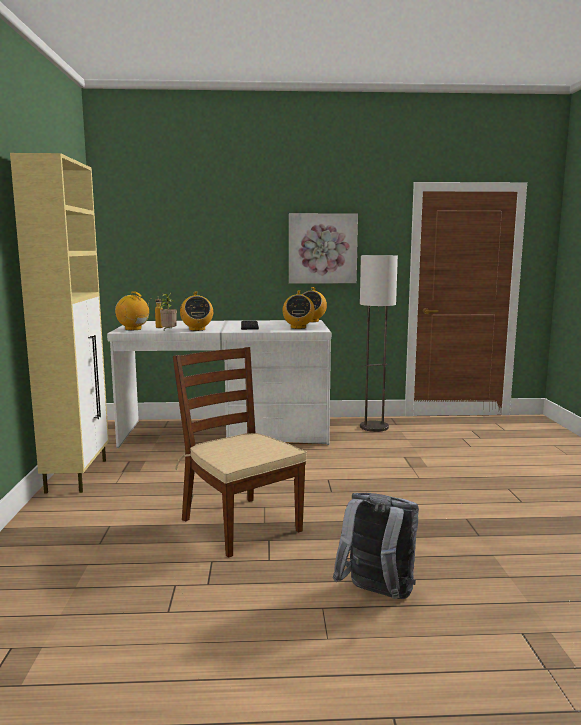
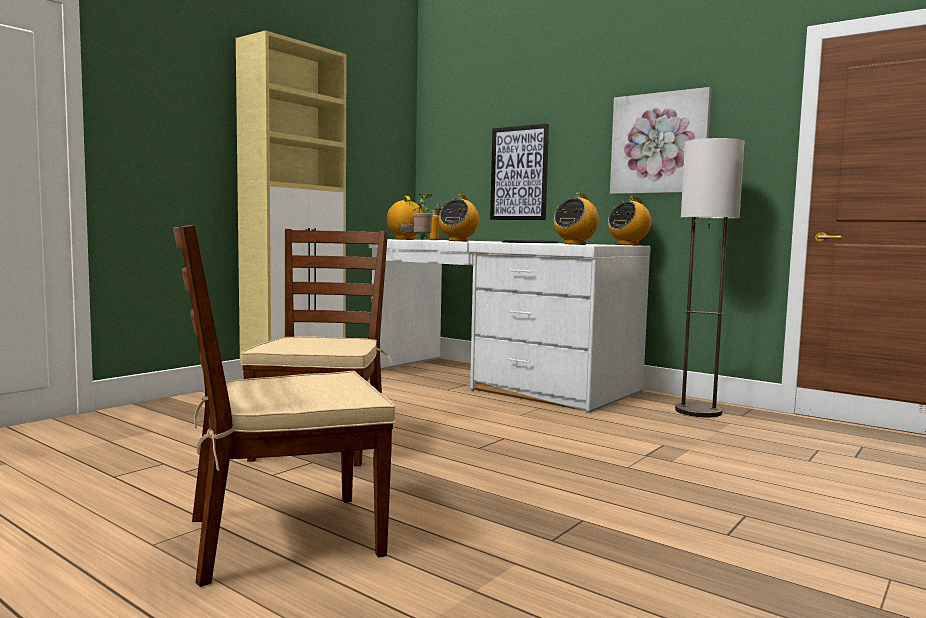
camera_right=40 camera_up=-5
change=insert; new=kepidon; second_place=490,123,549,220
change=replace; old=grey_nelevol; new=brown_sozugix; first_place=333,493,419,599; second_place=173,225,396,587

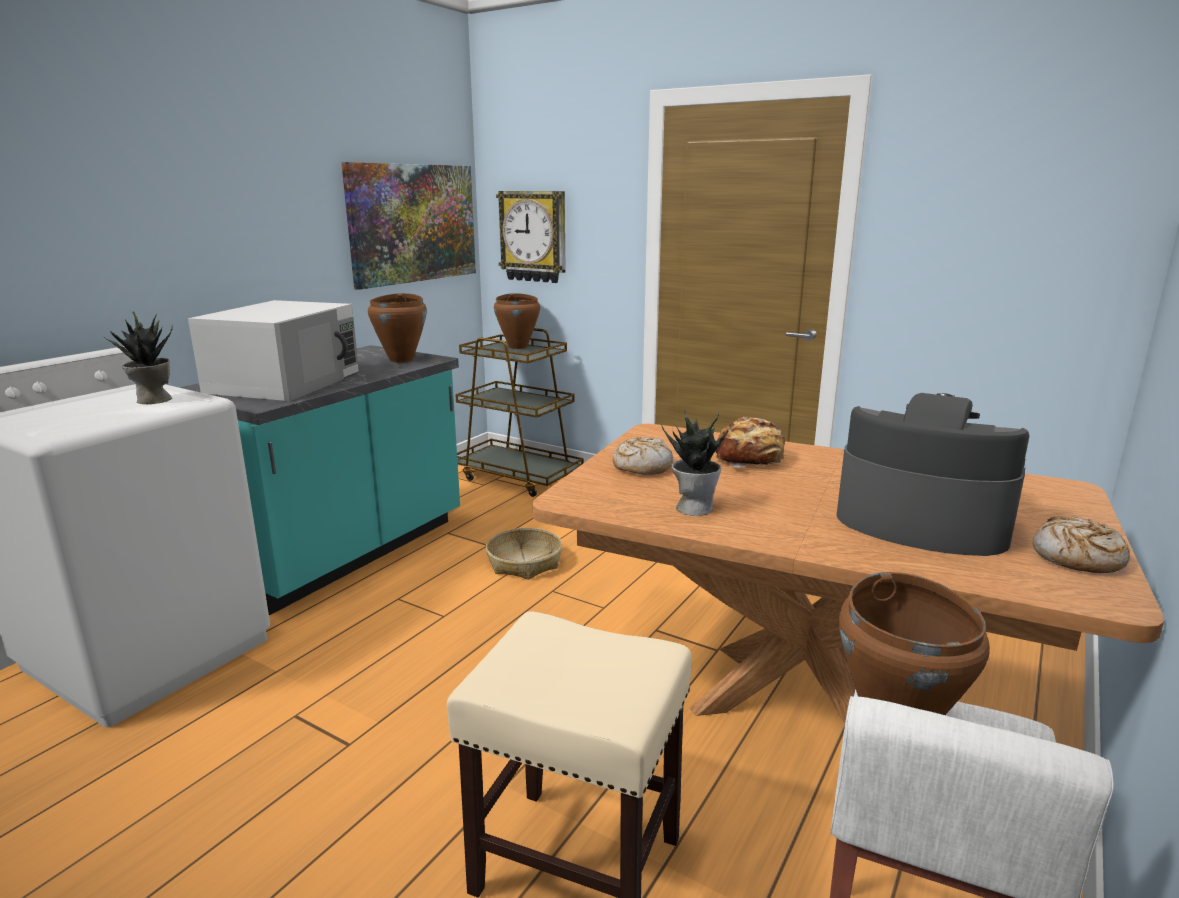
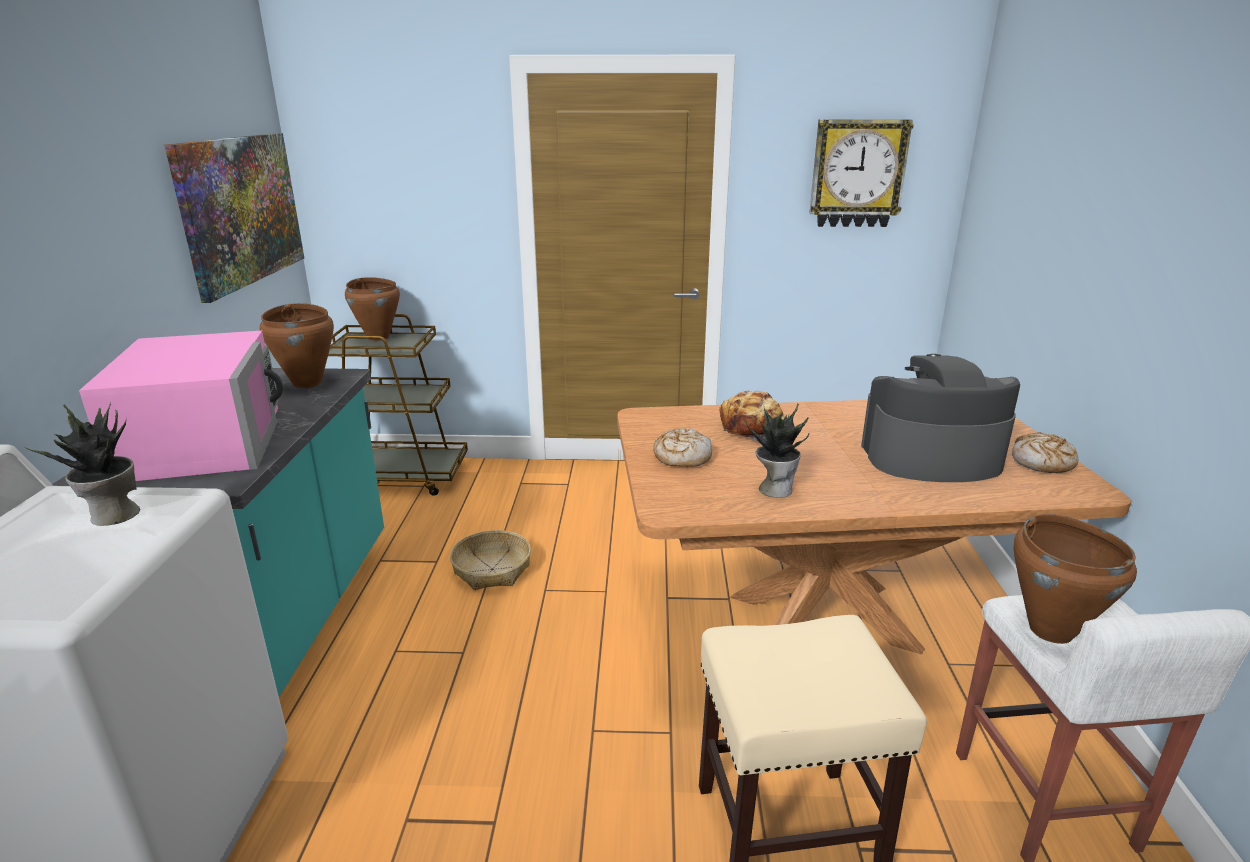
camera_right=-30 camera_up=5
change=move; old=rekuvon; first_place=496,191,566,283; second_place=809,119,914,227
change=recolor; old=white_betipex; new=pink_betipex; first_place=188,300,359,401; second_place=79,331,284,481

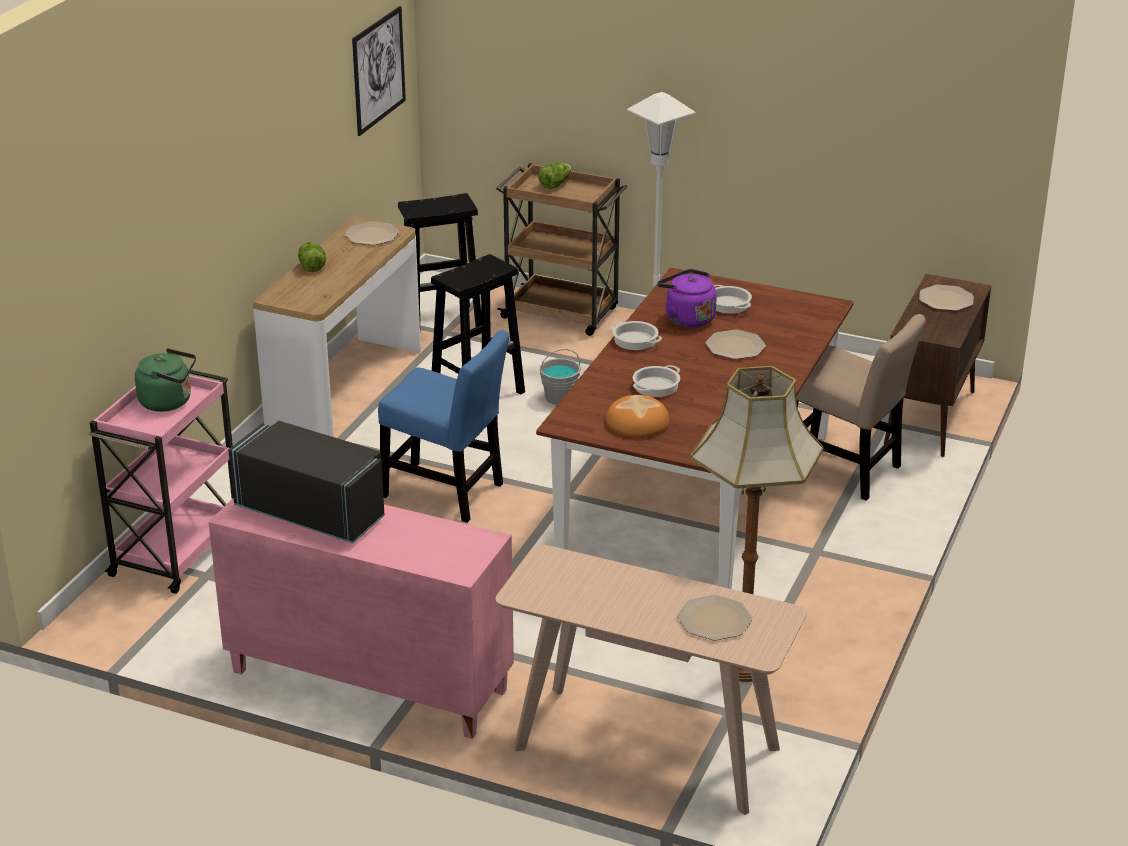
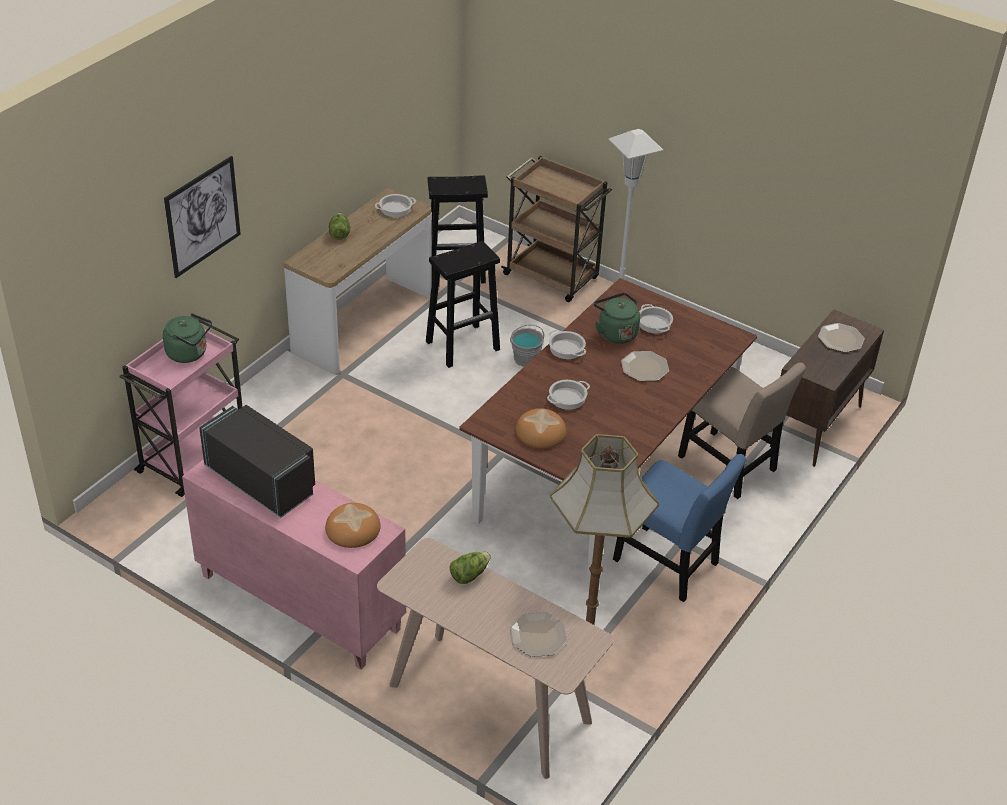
camera_right=10 camera_up=10
change=insert; new=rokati; second_place=325,503,381,548
change=move; old=kepidon; first_place=352,6,406,136; second_place=164,156,241,278
change=move; old=blue_sozugix; first_place=378,330,510,523; second_place=613,454,746,602
change=move; old=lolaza; first_place=538,163,571,189; second_place=450,552,491,584
change=replace; old=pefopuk; new=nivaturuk; first_place=345,221,399,245; second_place=375,194,416,217
change=recolor; old=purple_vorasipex; new=green_vorasipex; first_place=658,269,717,328; second_place=594,293,640,344

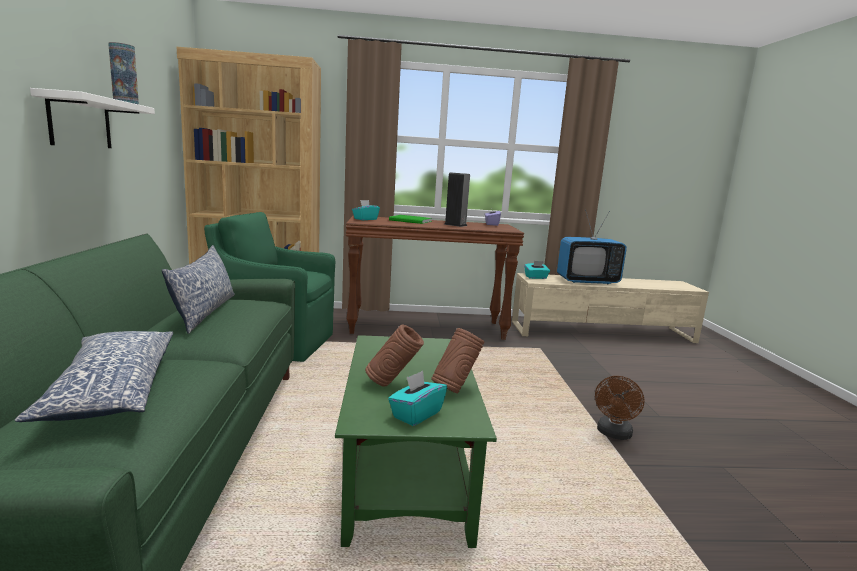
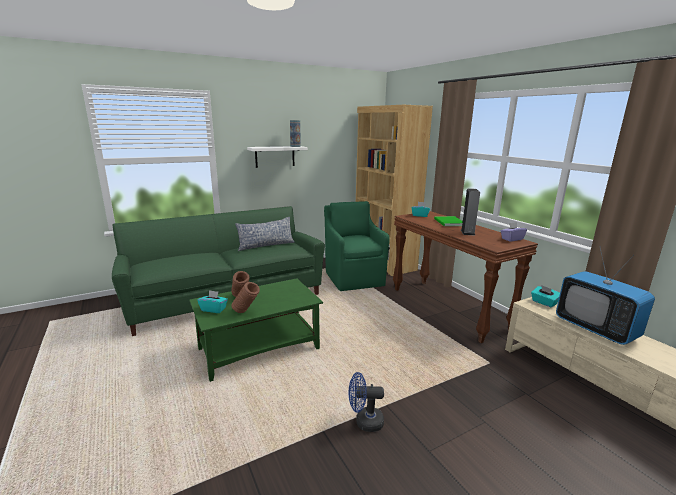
camera_right=65 camera_up=5
change=delete; old=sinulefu; first_place=15,331,173,422
change=recolor; old=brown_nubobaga; new=blue_nubobaga; first_place=595,376,645,440; second_place=349,372,384,432

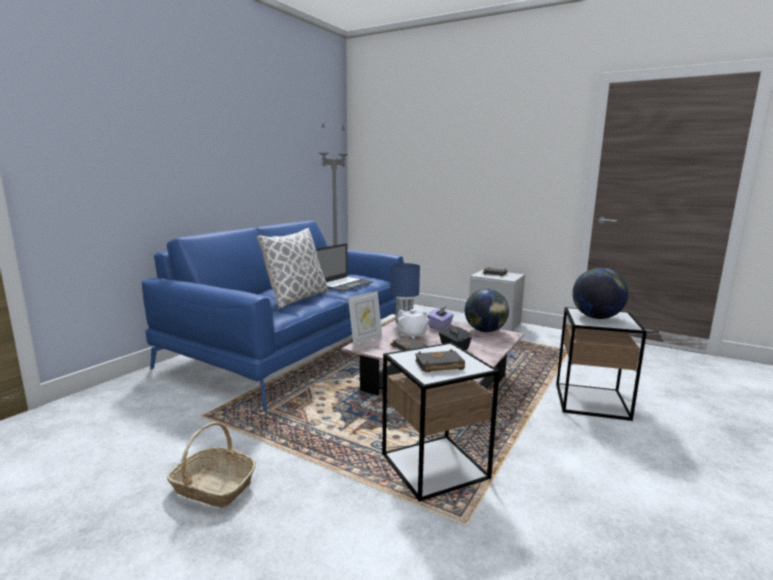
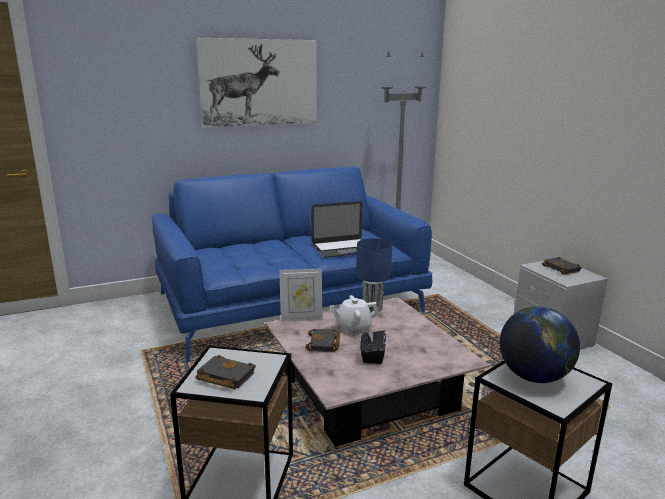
camera_right=35 camera_up=5
change=delete; old=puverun; first_place=167,422,256,508
change=delete; old=sinulefu; first_place=257,228,328,309
change=delete; old=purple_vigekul; first_place=427,306,454,330
change=delete; old=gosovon; first_place=465,289,509,333
change=insert; new=kepidon; second_place=196,38,317,128
change=rotate; old=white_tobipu; first_place=397,309,430,339; second_place=330,295,379,333; degrees=90

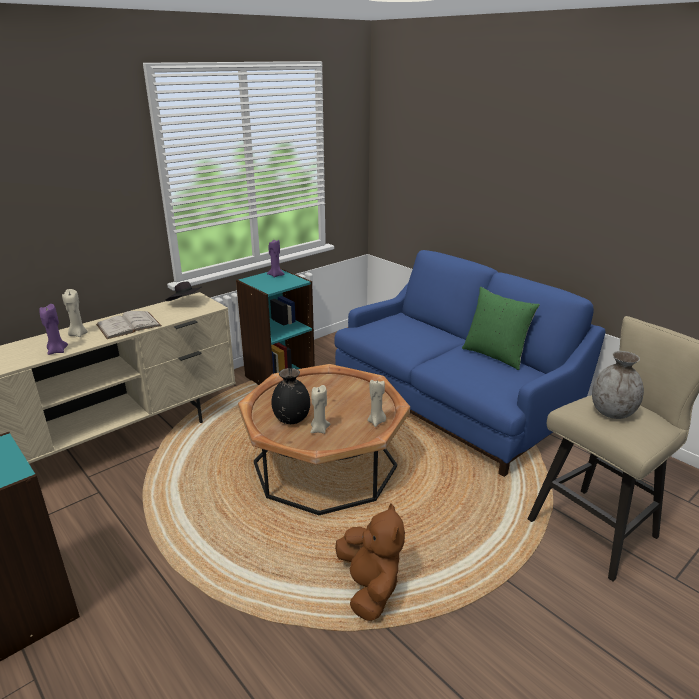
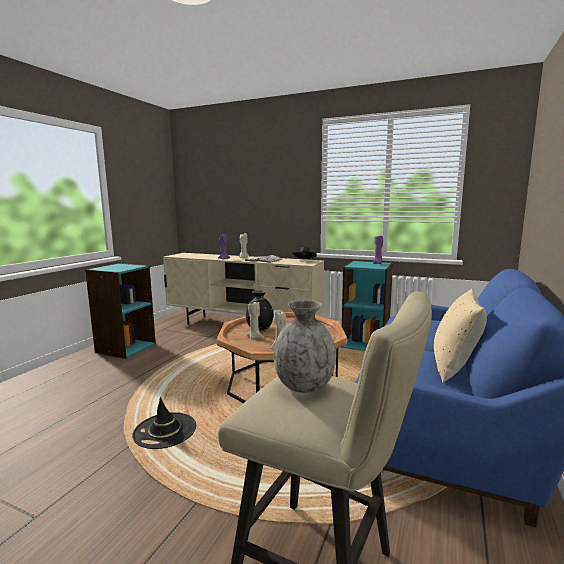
camera_right=65 camera_up=-15
change=replace; old=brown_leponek; new=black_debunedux; first_place=335,503,405,621; second_place=132,397,196,449
change=recolor; old=green_sinulefu; new=beige_sinulefu; first_place=462,287,540,370; second_place=434,289,487,383

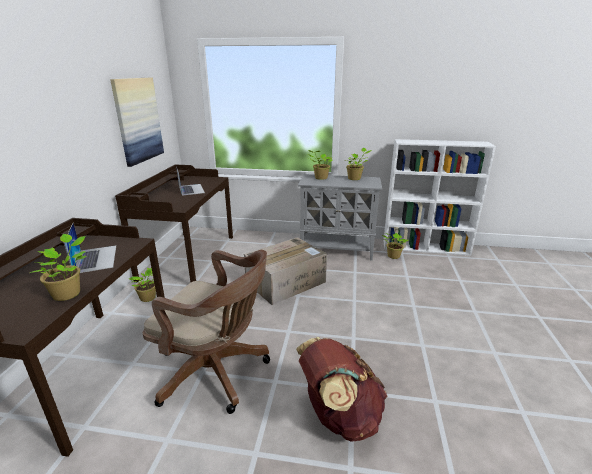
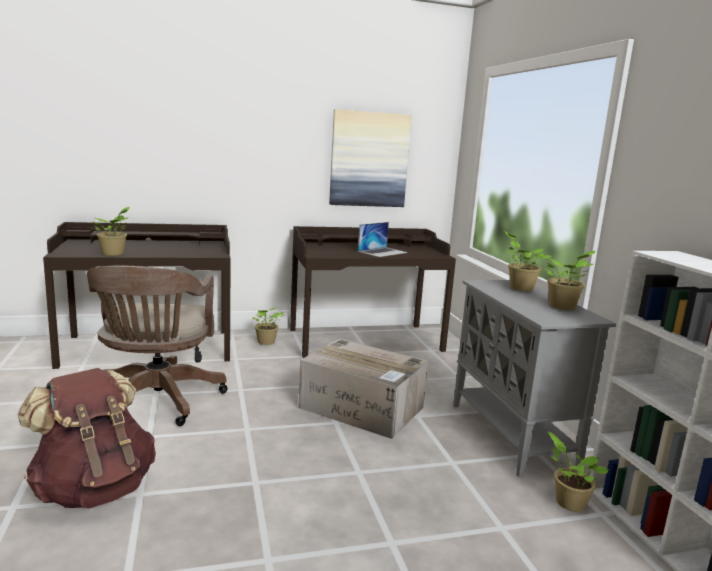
camera_right=65 camera_up=-10
change=delete; old=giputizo; first_place=64,223,116,273

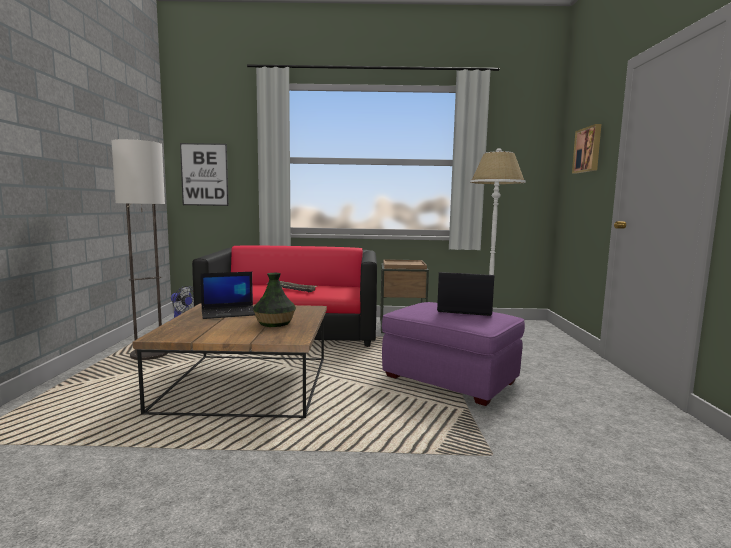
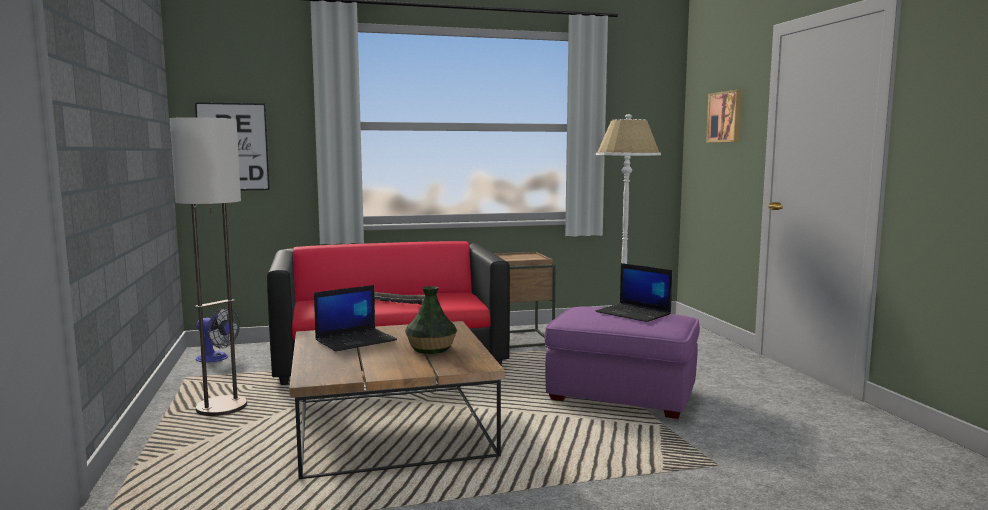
camera_right=-15 camera_up=0
change=rotate; old=giputizo; first_place=437,272,494,316; second_place=595,263,672,322; degrees=-135

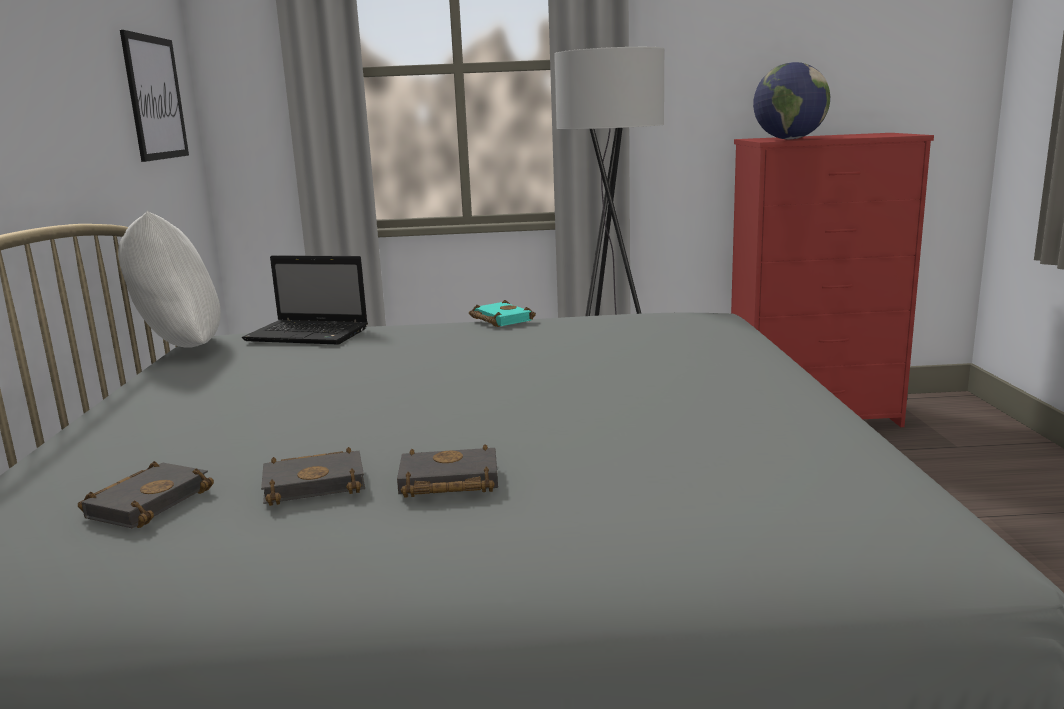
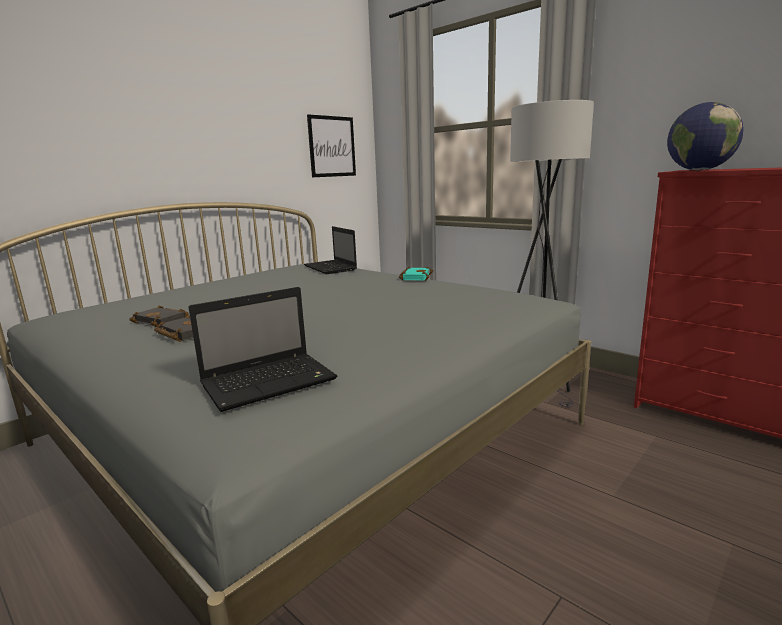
camera_right=45 camera_up=0
change=delete; old=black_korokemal; first_place=78,461,214,528
change=delete; old=white_sinulefu; first_place=118,211,221,348
change=insert; new=giputizo; second_place=189,287,337,412

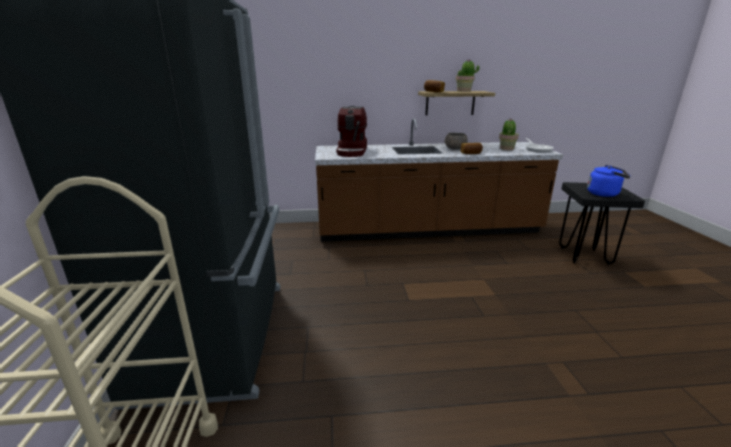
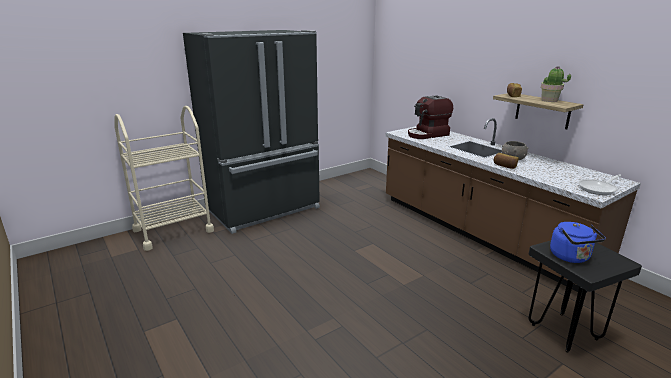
camera_right=60 camera_up=0
change=delete; old=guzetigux; first_place=499,118,519,150

